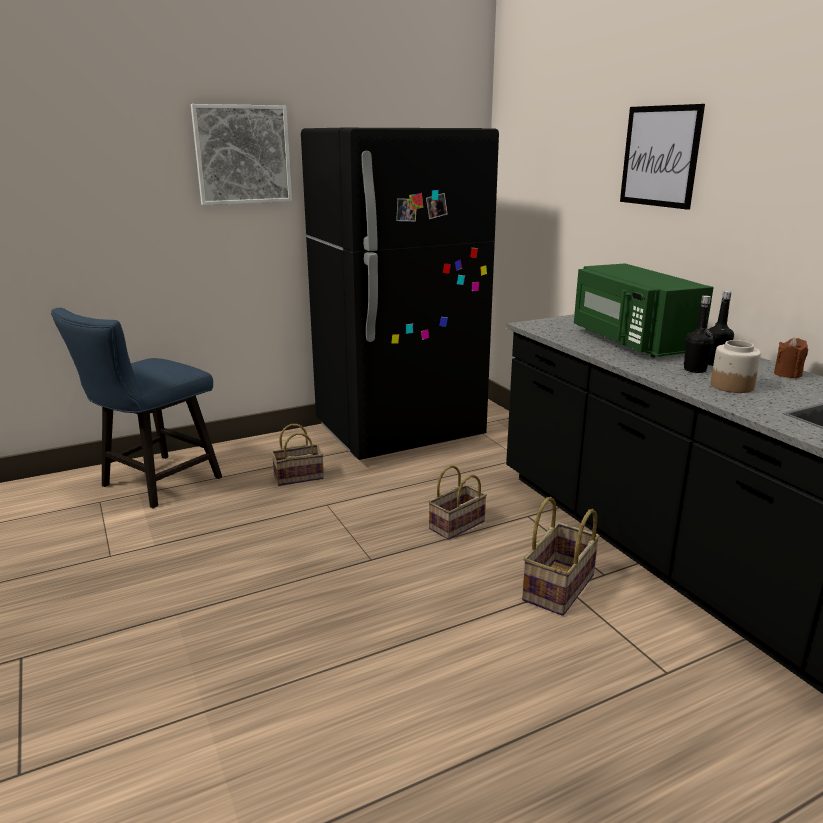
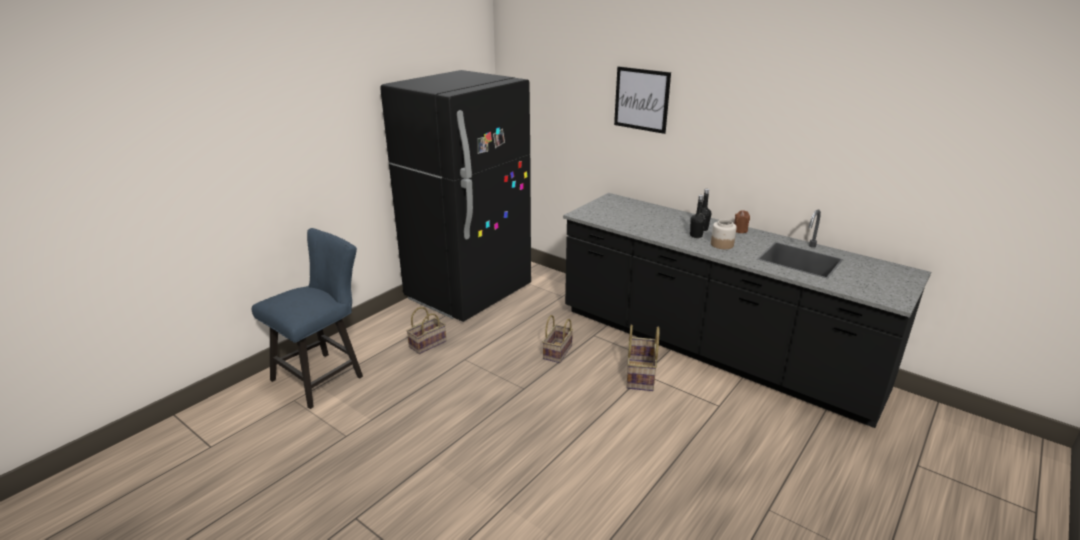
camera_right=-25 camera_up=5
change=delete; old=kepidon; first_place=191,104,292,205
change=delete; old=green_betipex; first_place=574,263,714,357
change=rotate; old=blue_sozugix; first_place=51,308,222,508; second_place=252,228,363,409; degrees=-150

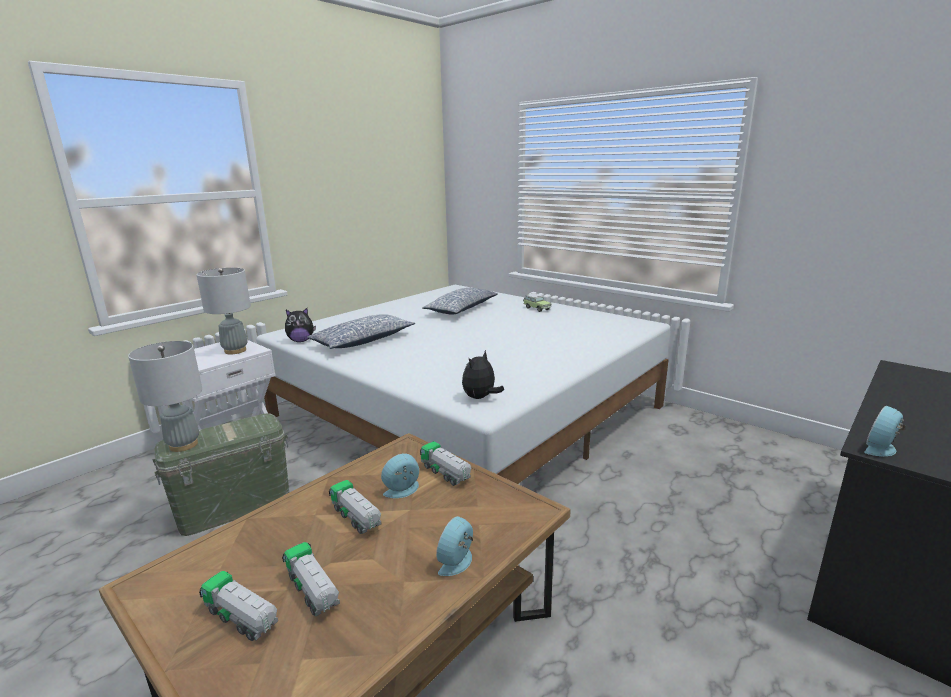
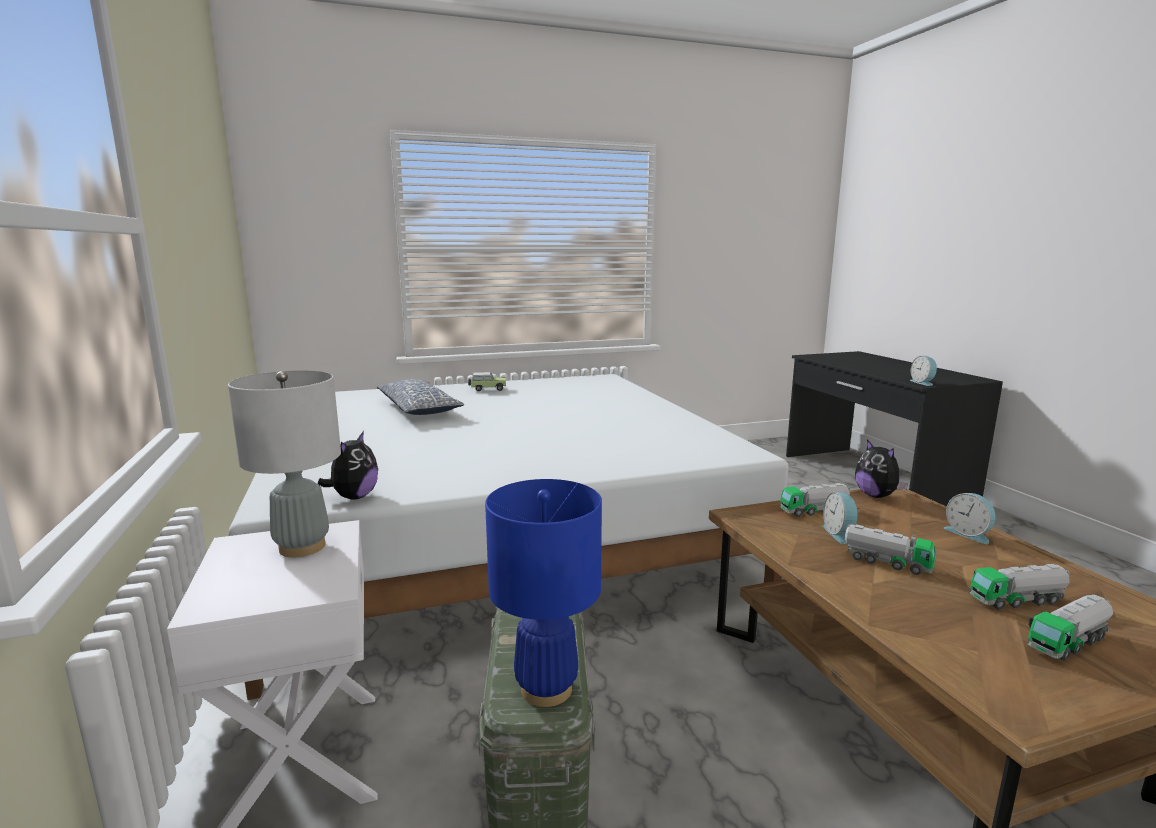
camera_right=-60 camera_up=-5
change=delete; old=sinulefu; first_place=307,314,415,349
change=move; old=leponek; first_place=462,350,504,399; second_place=855,439,908,498
change=recolor; old=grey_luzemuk; new=blue_luzemuk; first_place=128,341,202,452; second_place=485,479,602,707
change=rotate; old=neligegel; first_place=329,480,381,534; second_place=844,524,936,575; degrees=-135

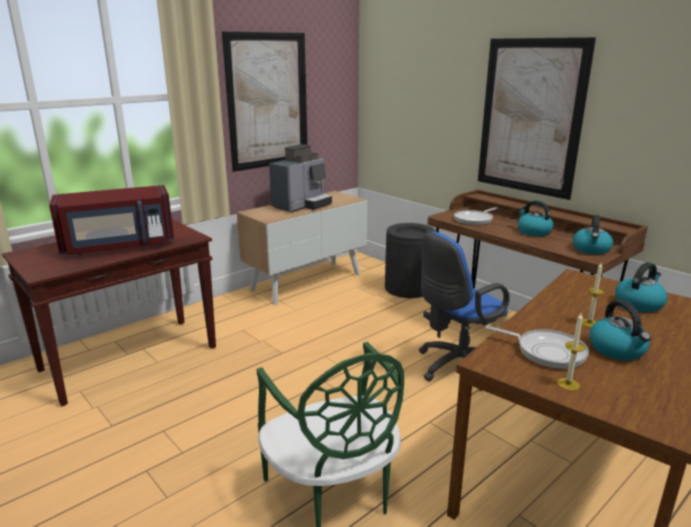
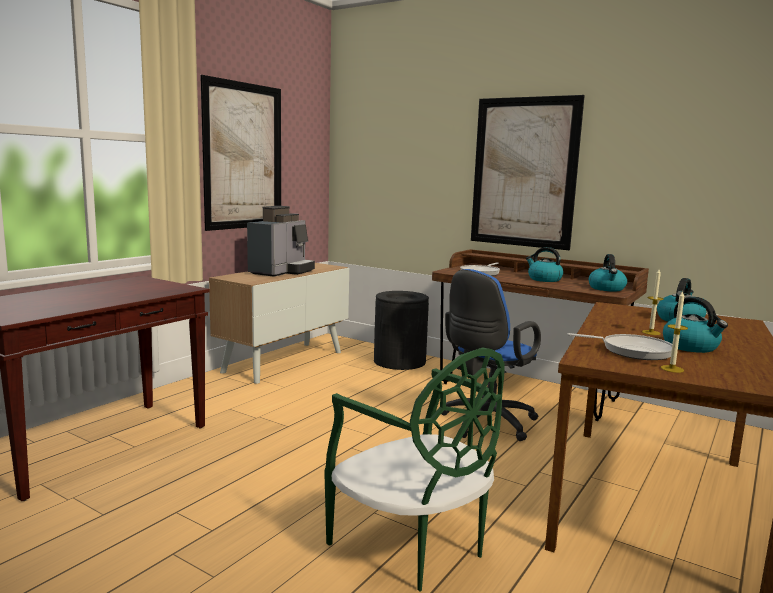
camera_right=-15 camera_up=-10
change=delete; old=red_betipex; first_place=49,185,174,255

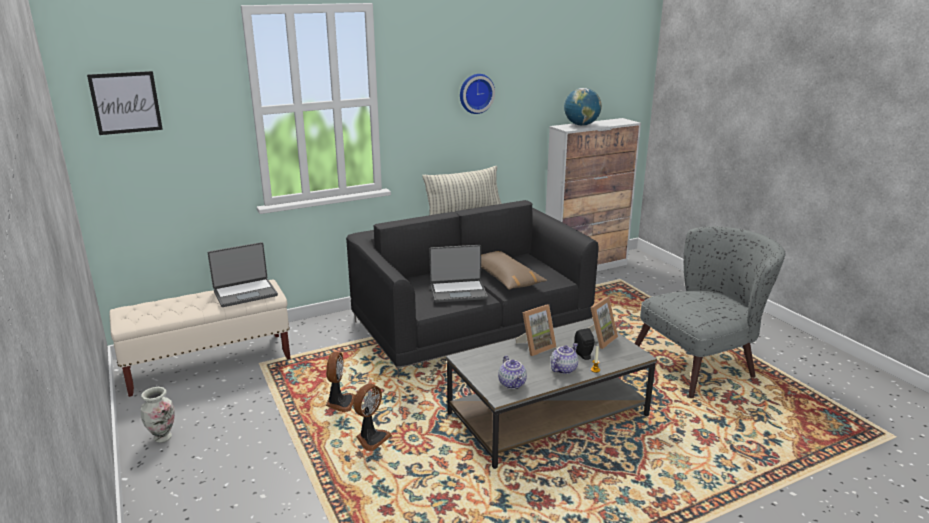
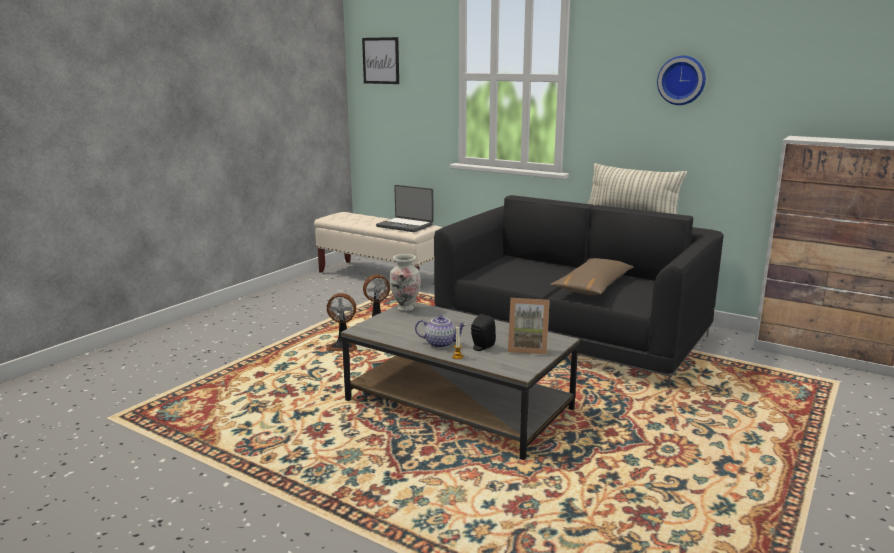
camera_right=60 camera_up=-5
change=delete; old=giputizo; first_place=429,245,488,303
change=delete; old=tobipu; first_place=498,355,527,389
change=delete; old=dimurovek; first_place=515,304,557,356
change=delete; old=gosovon; first_place=564,88,602,126
change=delete; old=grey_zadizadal; first_place=635,226,785,398
change=move; old=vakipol; first_place=141,387,175,443; second_place=389,254,421,312

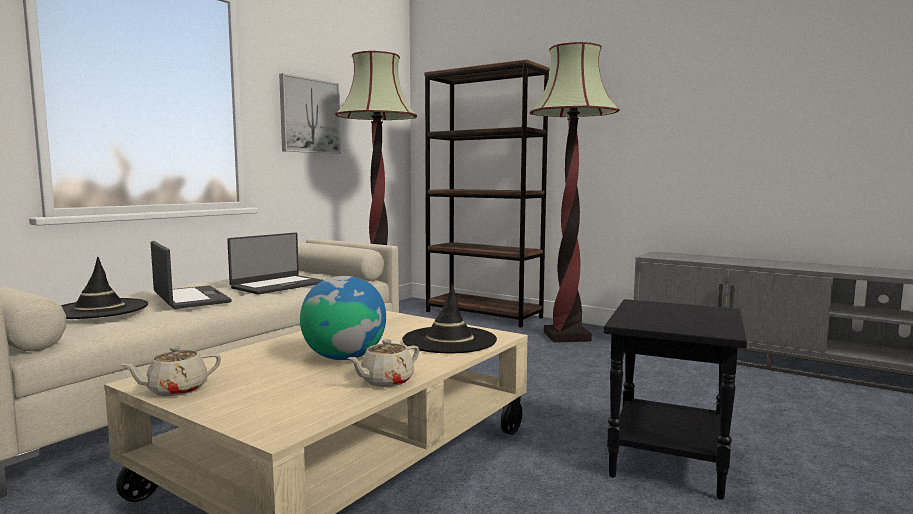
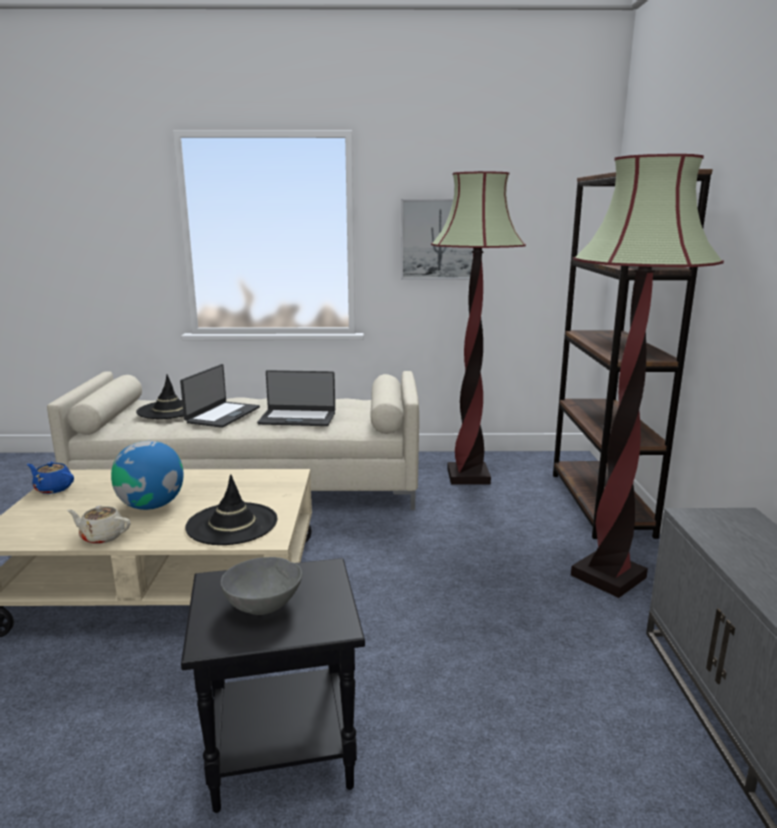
camera_right=55 camera_up=10
change=insert; new=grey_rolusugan; second_place=221,557,302,615
change=recolor; old=beige_tobipu; new=blue_tobipu; first_place=120,346,221,396; second_place=27,462,74,494

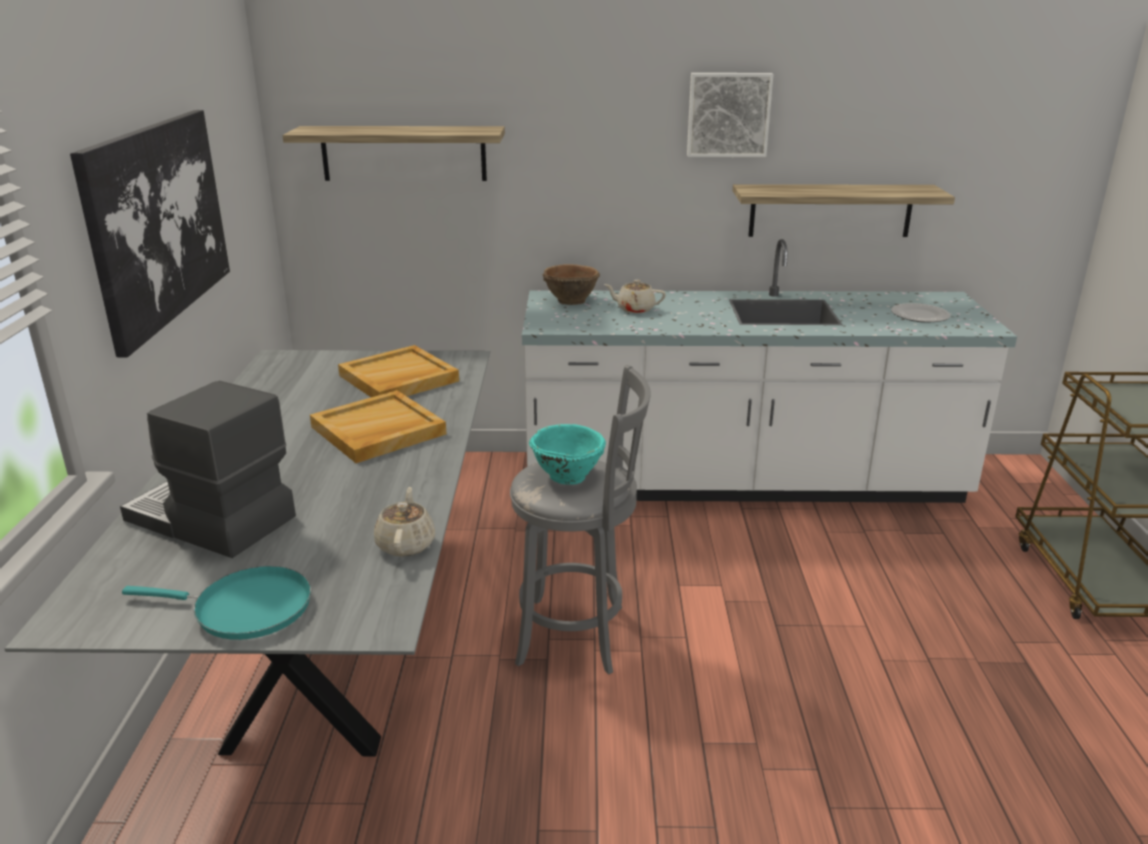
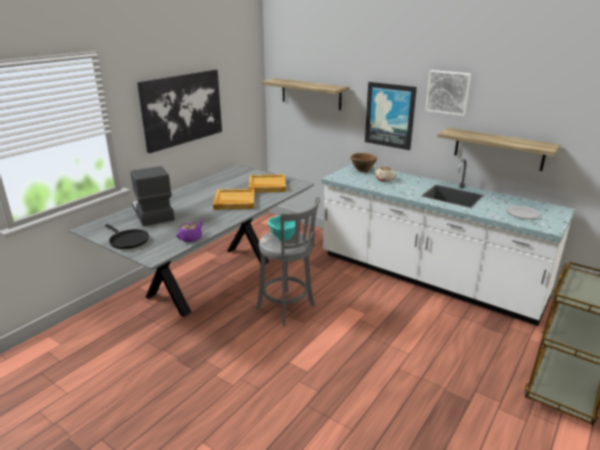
camera_right=35 camera_up=0
change=insert; new=kepidon; second_place=365,82,417,150
change=recolor; old=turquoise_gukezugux; new=black_gukezugux; first_place=122,566,311,640; second_place=105,224,149,249
change=recolor; old=beige_tobipu; new=purple_tobipu; first_place=374,487,435,557; second_place=177,219,204,242

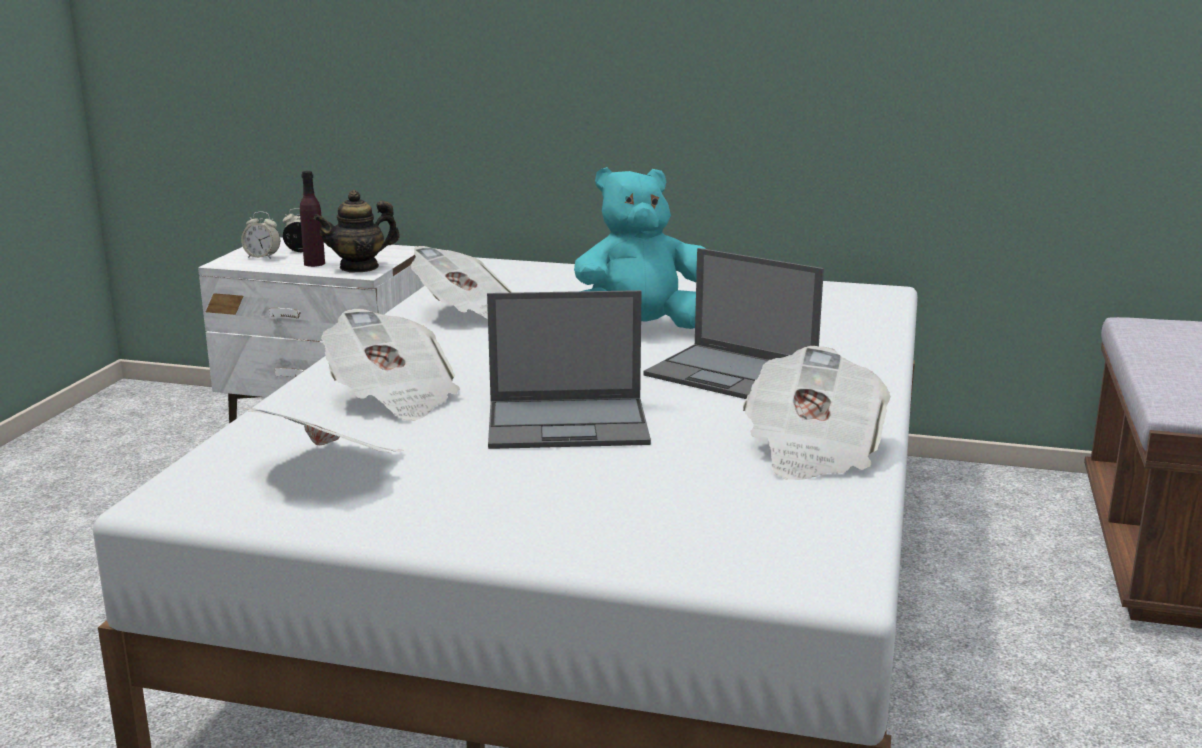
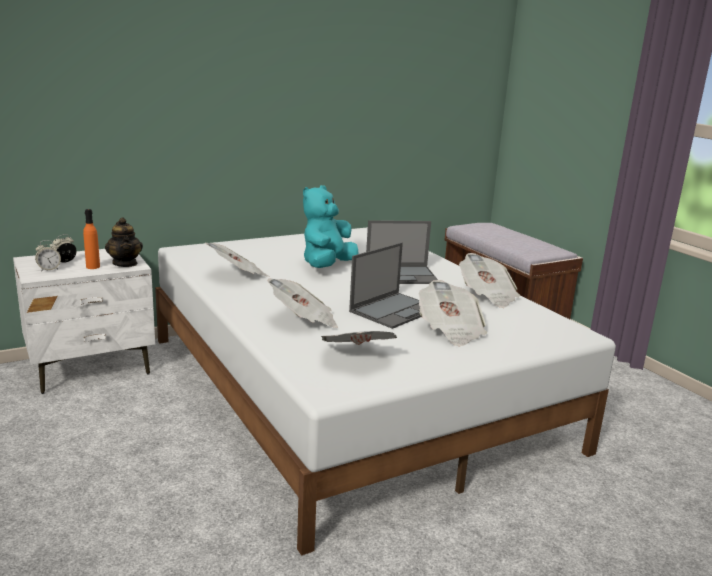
camera_right=-45 camera_up=0
change=insert; new=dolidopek; second_place=418,280,487,347
change=recolor; old=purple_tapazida; new=orange_tapazida; first_place=300,171,325,267; second_place=83,209,100,269
change=rotate; old=tobipu; first_place=313,190,400,272; second_place=105,217,143,267; degrees=-45

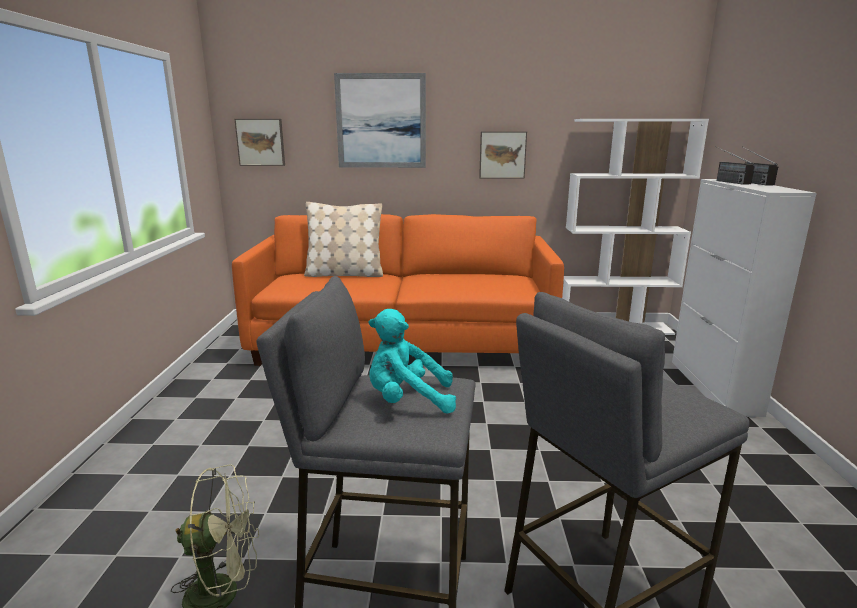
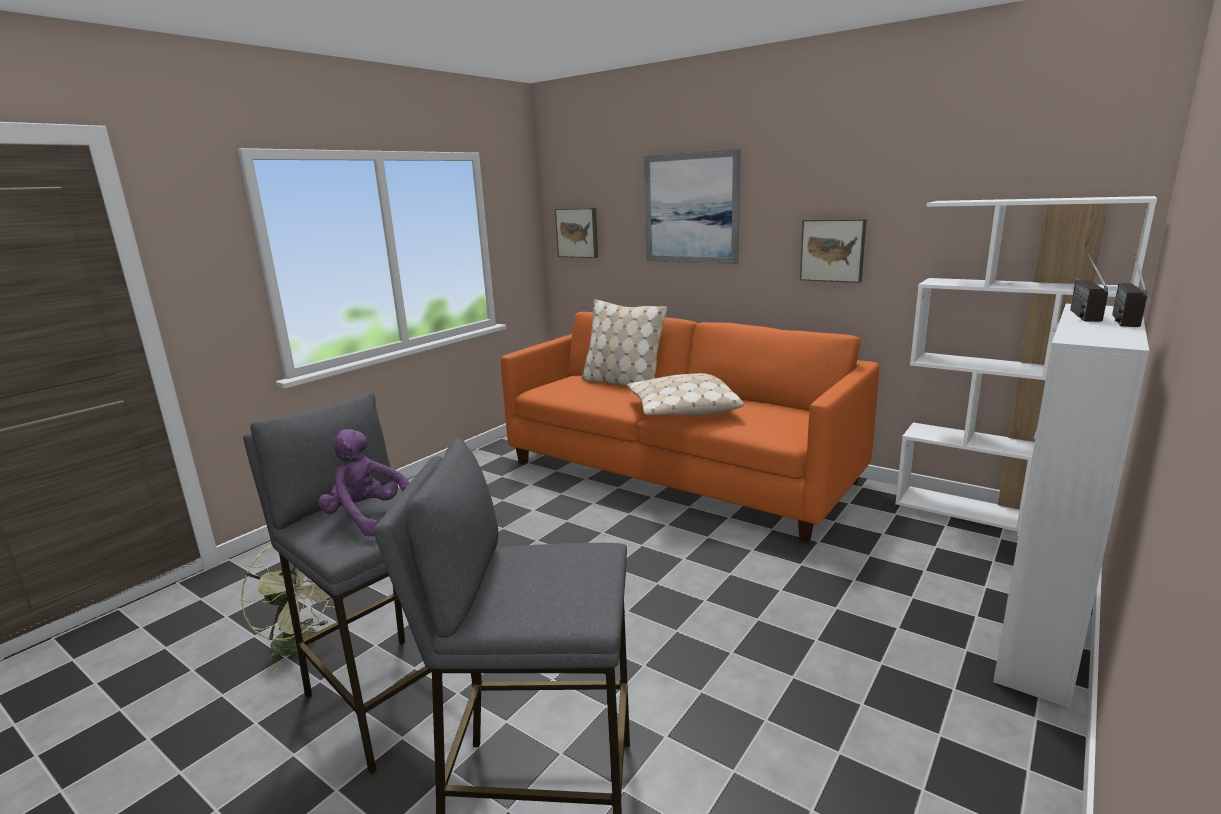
camera_right=35 camera_up=0
change=insert; new=beige_sinulefu; second_place=627,373,744,415
change=recolor; old=turquoise_leponek; new=purple_leponek; first_place=369,309,456,414; second_place=318,429,410,536

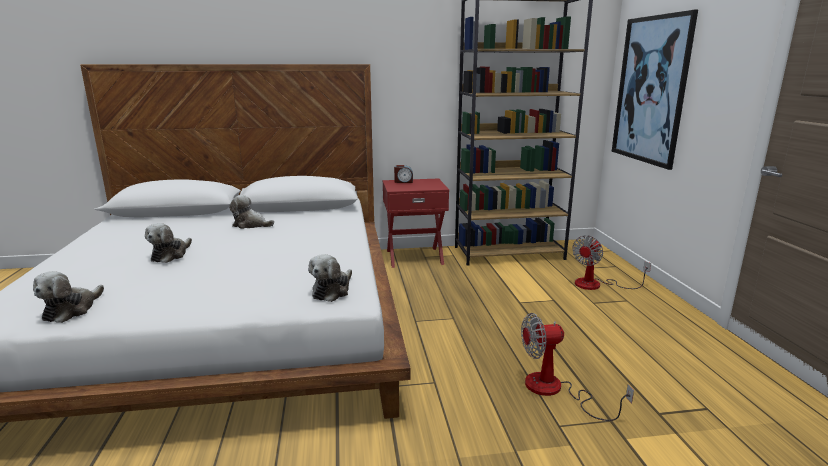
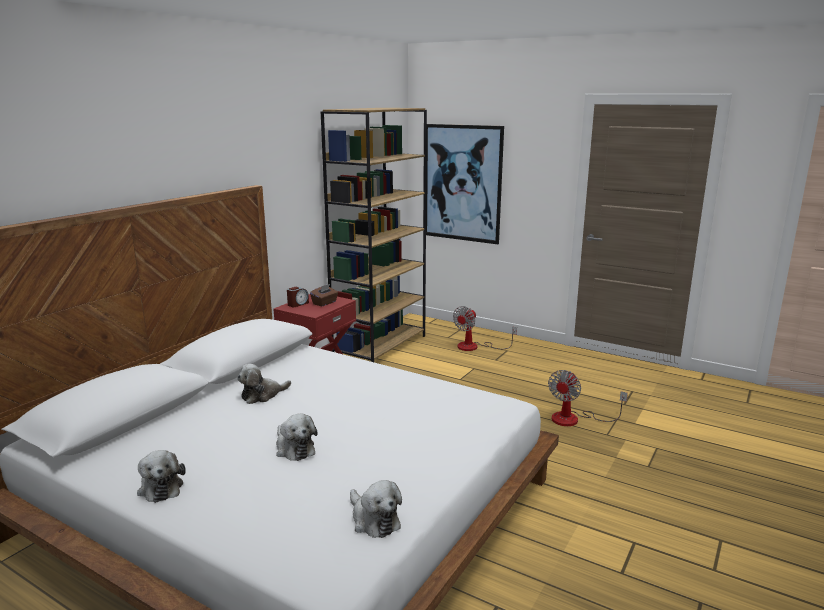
camera_right=-50 camera_up=0
change=insert; new=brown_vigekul; second_place=310,284,338,306
change=move; old=leponek; first_place=308,254,352,302; second_place=137,450,186,503
change=rotate; old=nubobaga; first_place=572,235,651,290; second_place=453,306,517,351; degrees=45

